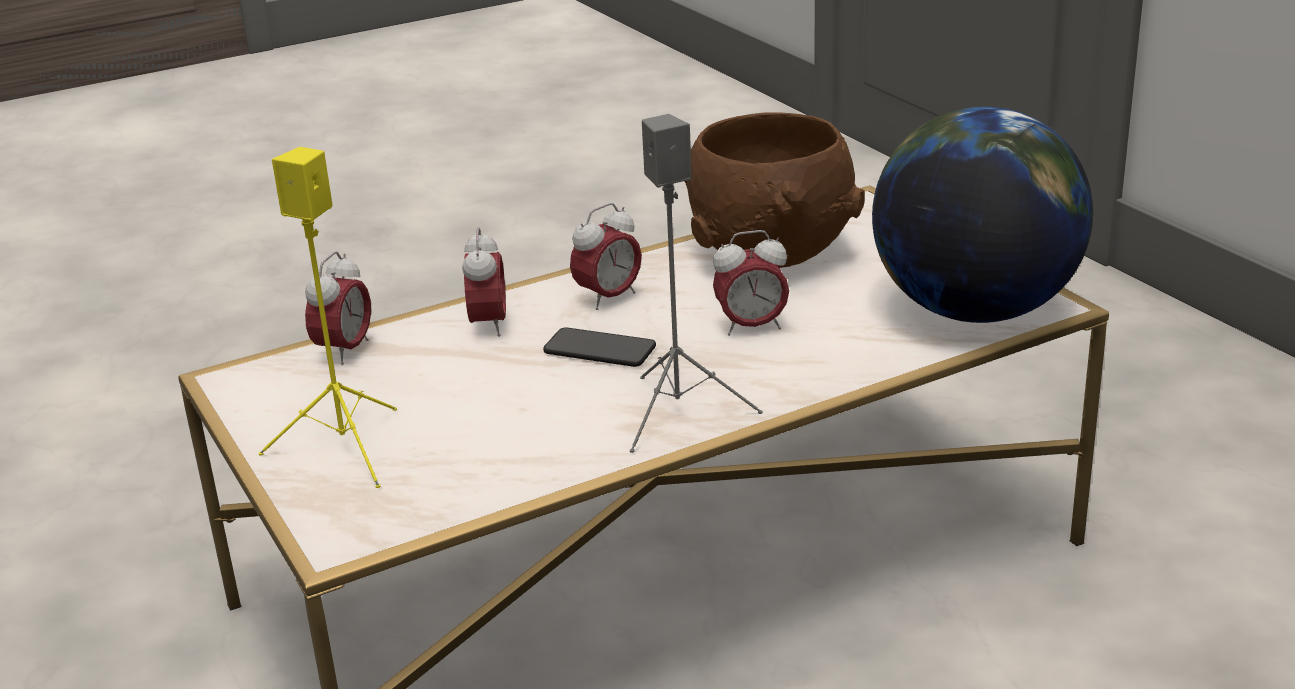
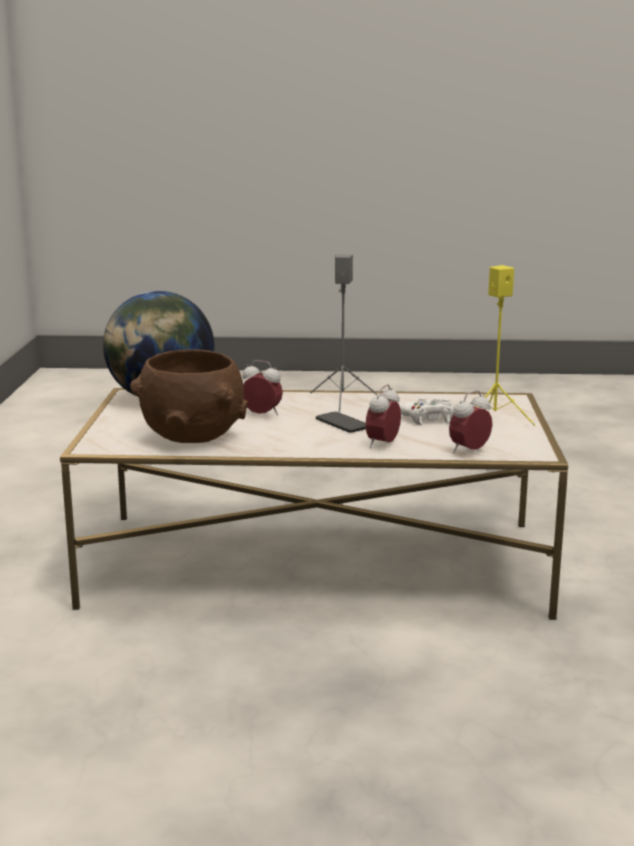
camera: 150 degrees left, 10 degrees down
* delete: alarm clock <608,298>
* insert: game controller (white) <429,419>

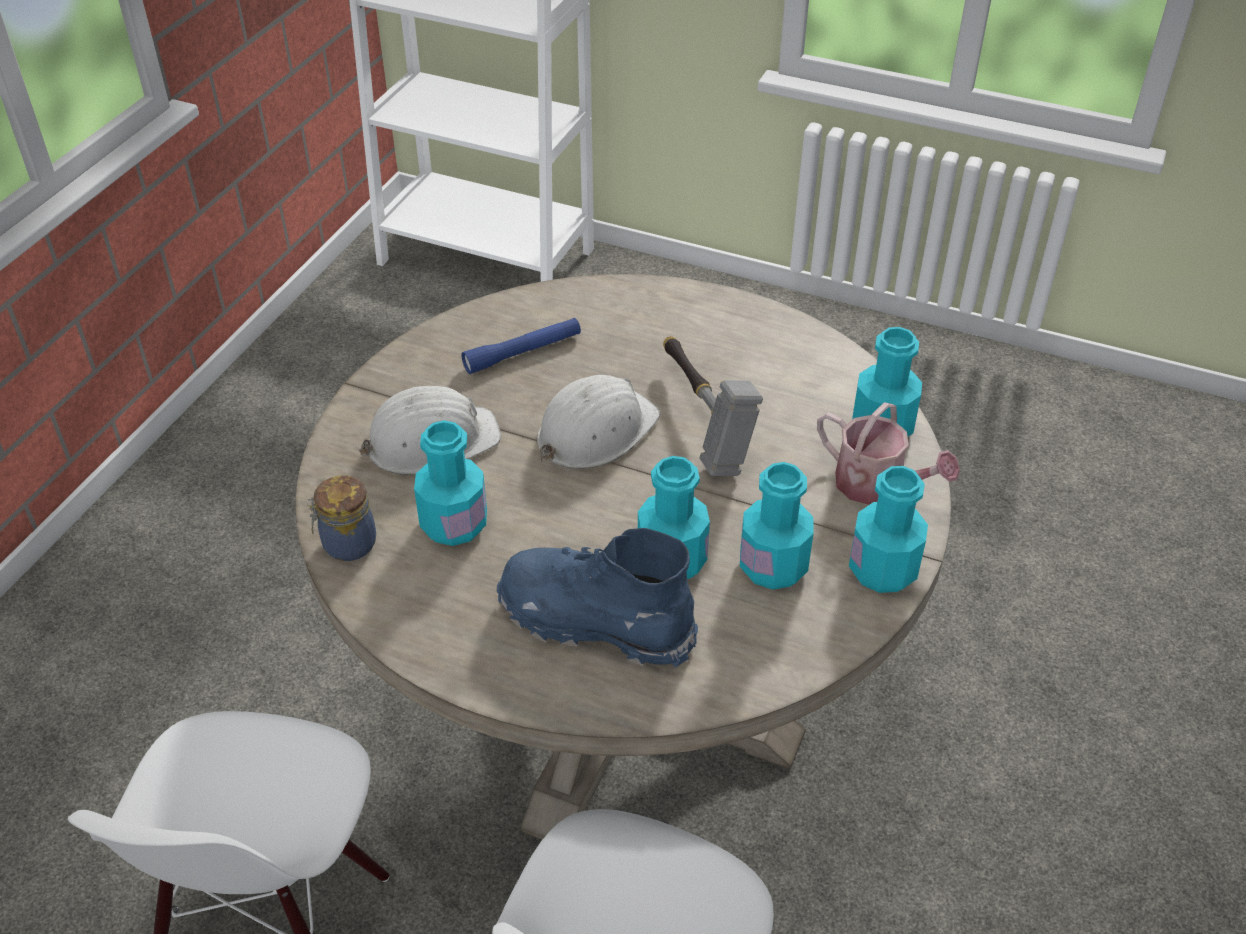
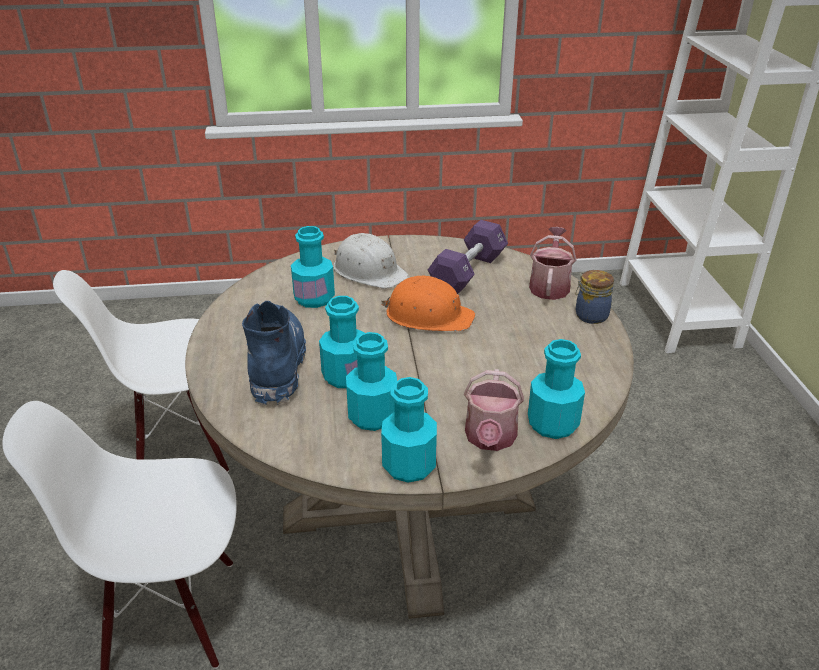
camera: 60 degrees right, 10 degrees down
* replace: flashlight (blue) <523,353> to dumbbell (purple) <468,272>
* delete: hammer <702,421>
* recolor: hard hat (white) <595,431> to hard hat (orange) <428,315>
* move: jar <347,544> to <590,315>
* insert: watering can <549,285>

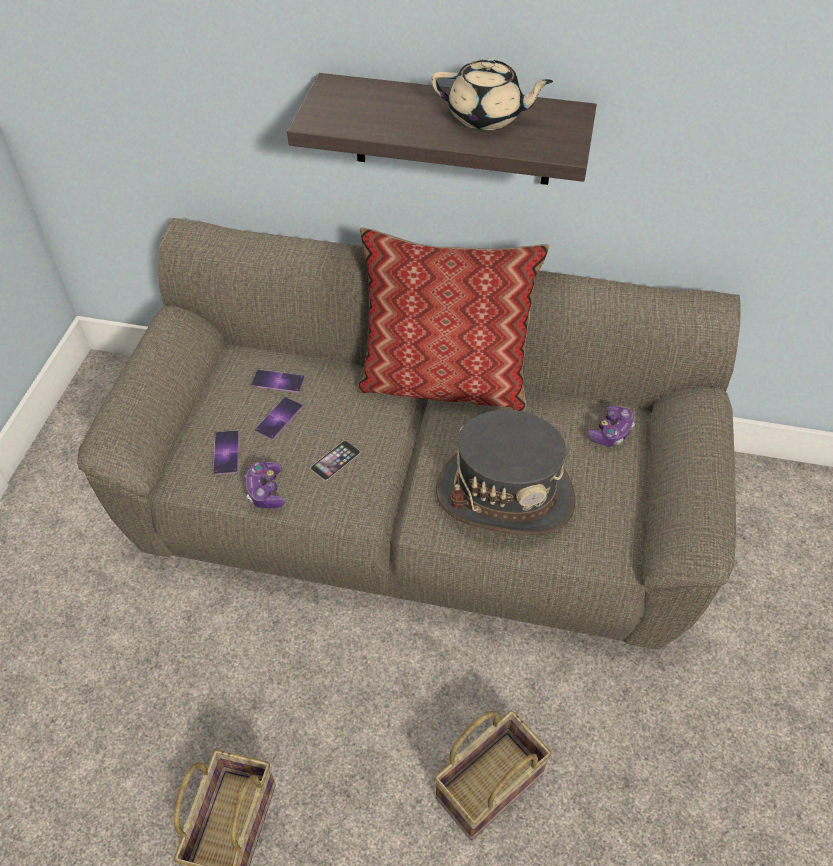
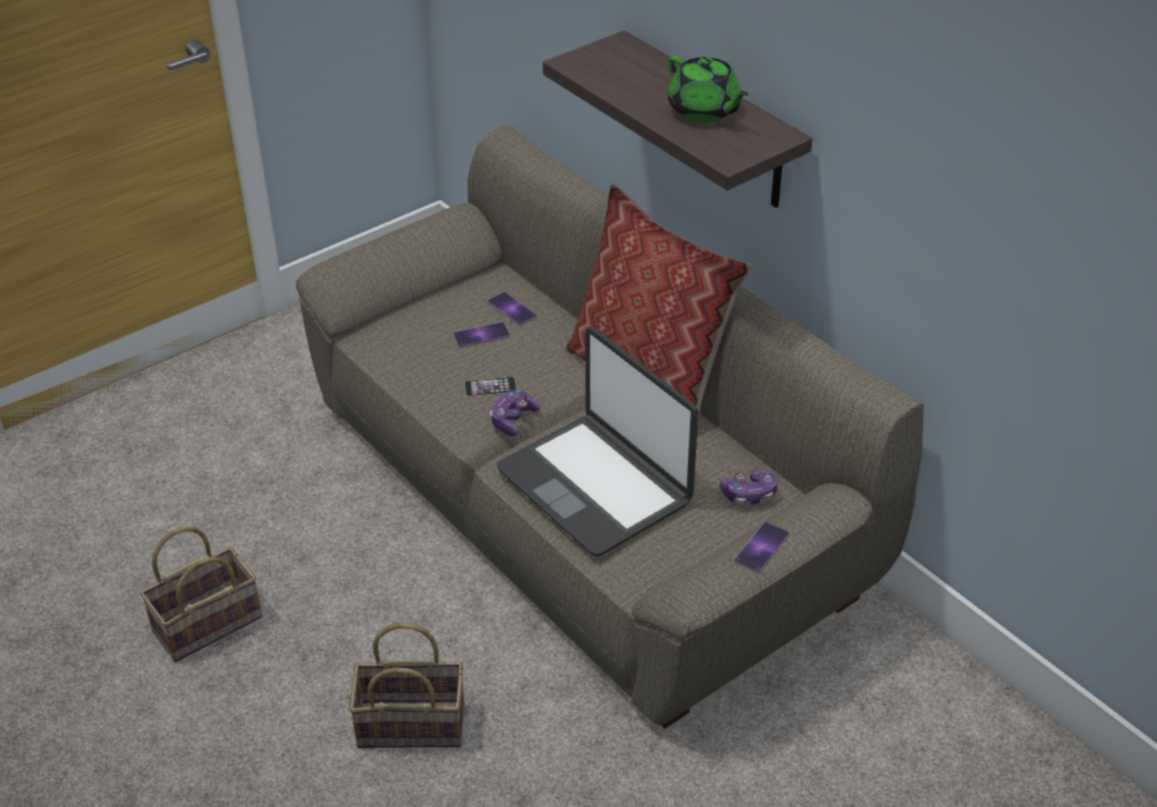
camera: 40 degrees right, 10 degrees down
* recolor: teapot (beige) <486,117> to teapot (green) <704,111>
* replace: hat (grey) <505,495> to laptop <595,485>
* move: phone <226,452> to <761,547>
* move: game controller <266,491> to <513,420>

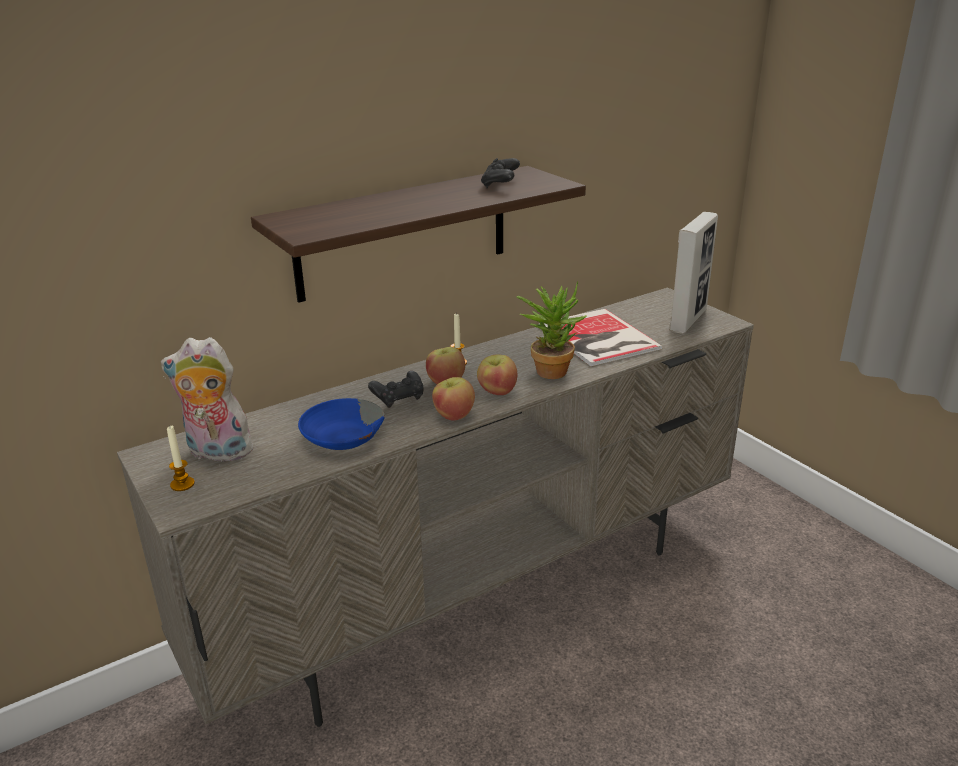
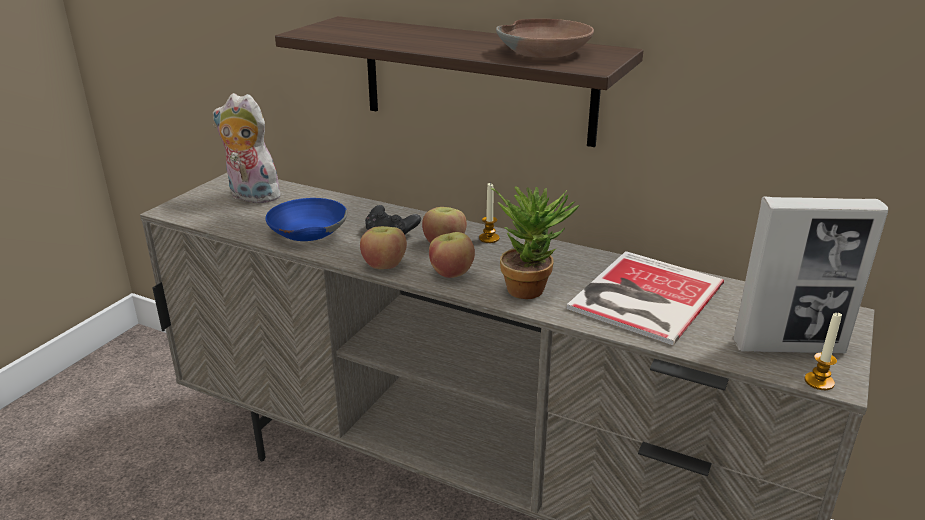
camera: 60 degrees right, 0 degrees up
* replace: game controller (black) <500,184> to bowl (brown) <545,51>
* rotate: plush toy <216,453> = <251,197> 45 degrees counterclockwise
* move: candle <182,484> to <819,382>

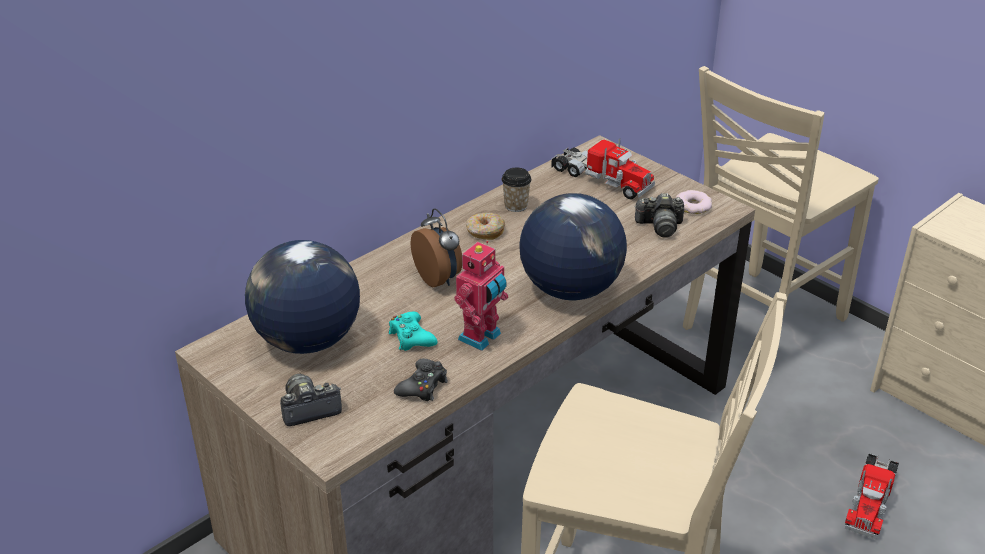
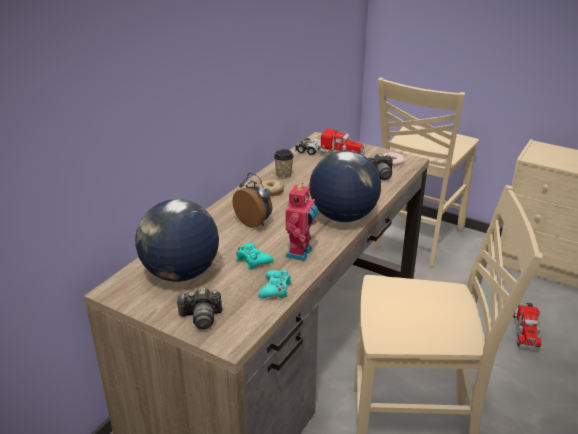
camera: 15 degrees left, 5 degrees down
* recolor: game controller (black) <423,386> to game controller (turquoise) <275,289>
* rotate: photo camera <309,409> = <201,317> 150 degrees counterclockwise

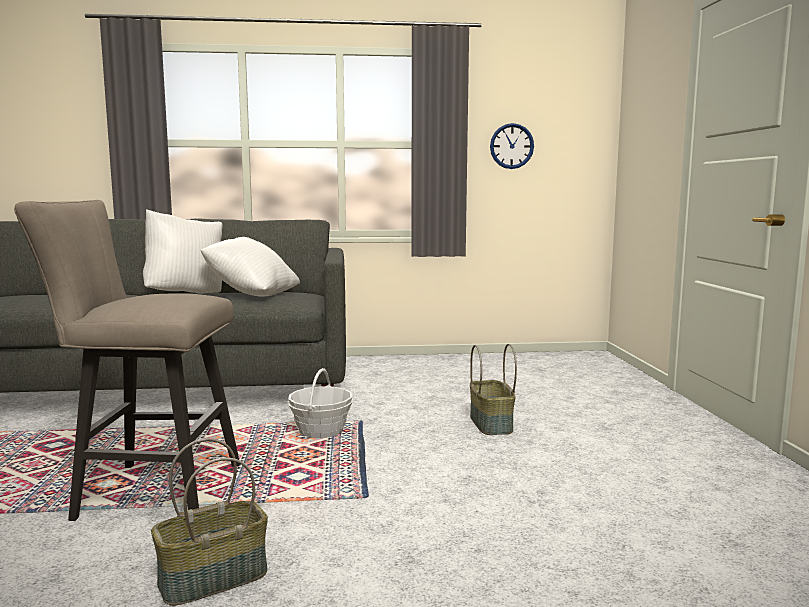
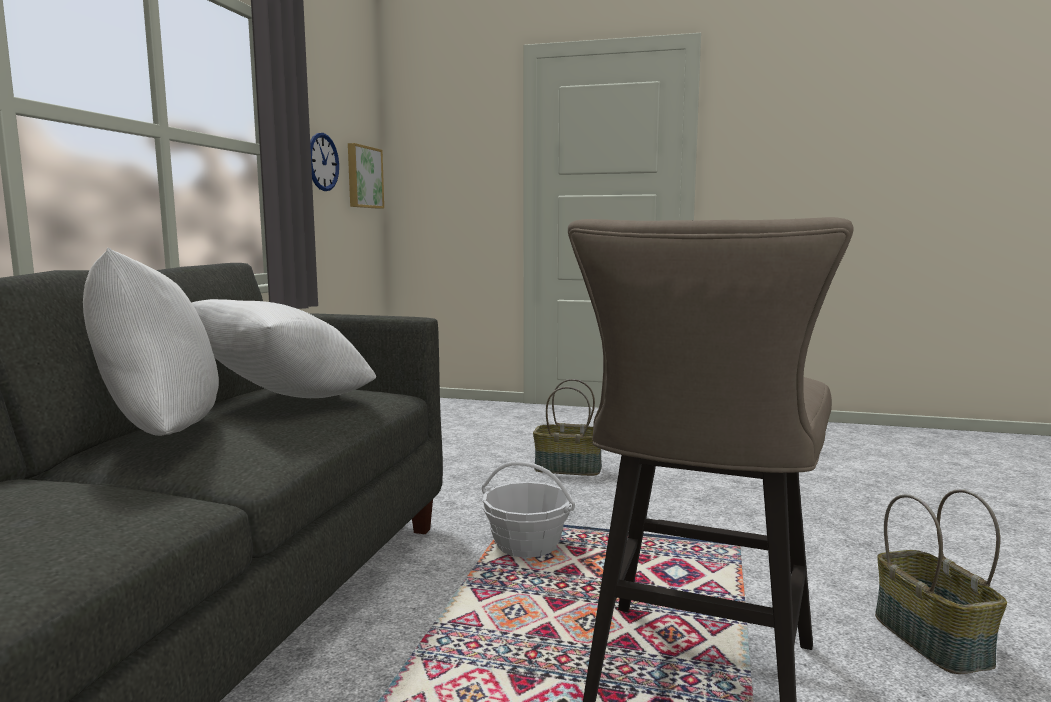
camera: 70 degrees left, 0 degrees up
* insert: picture <363,177>

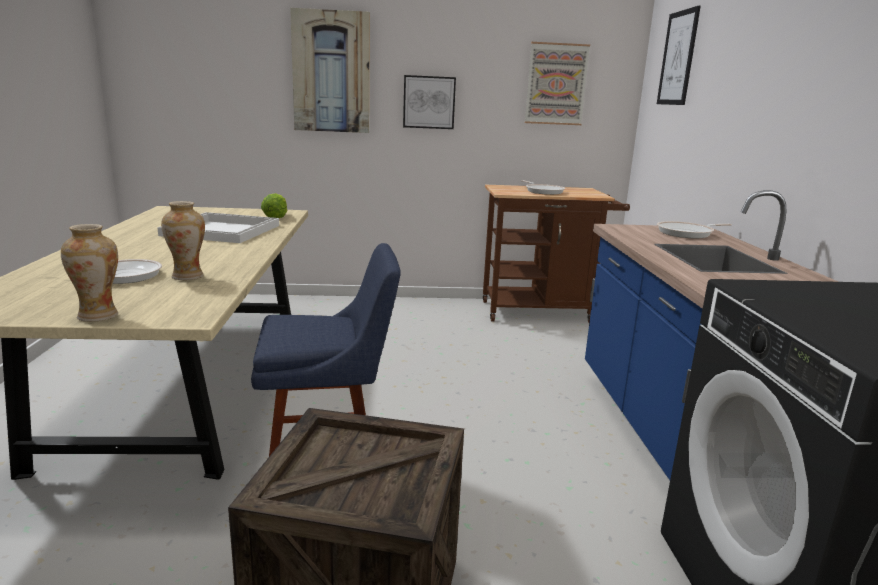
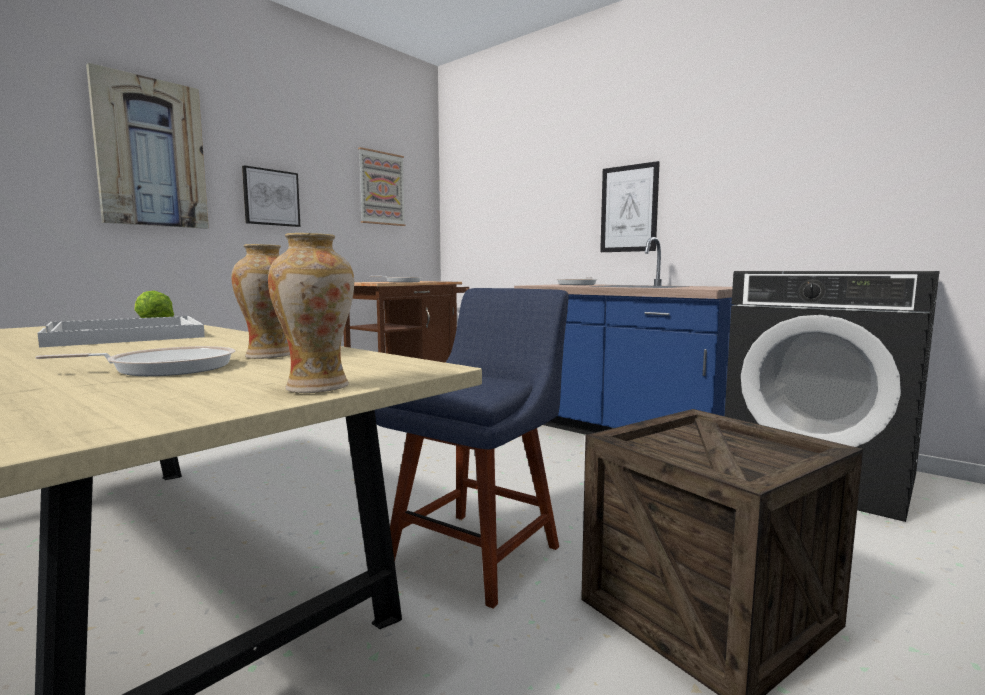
camera: 45 degrees left, 10 degrees down
* move: picture <678,58> to <629,209>

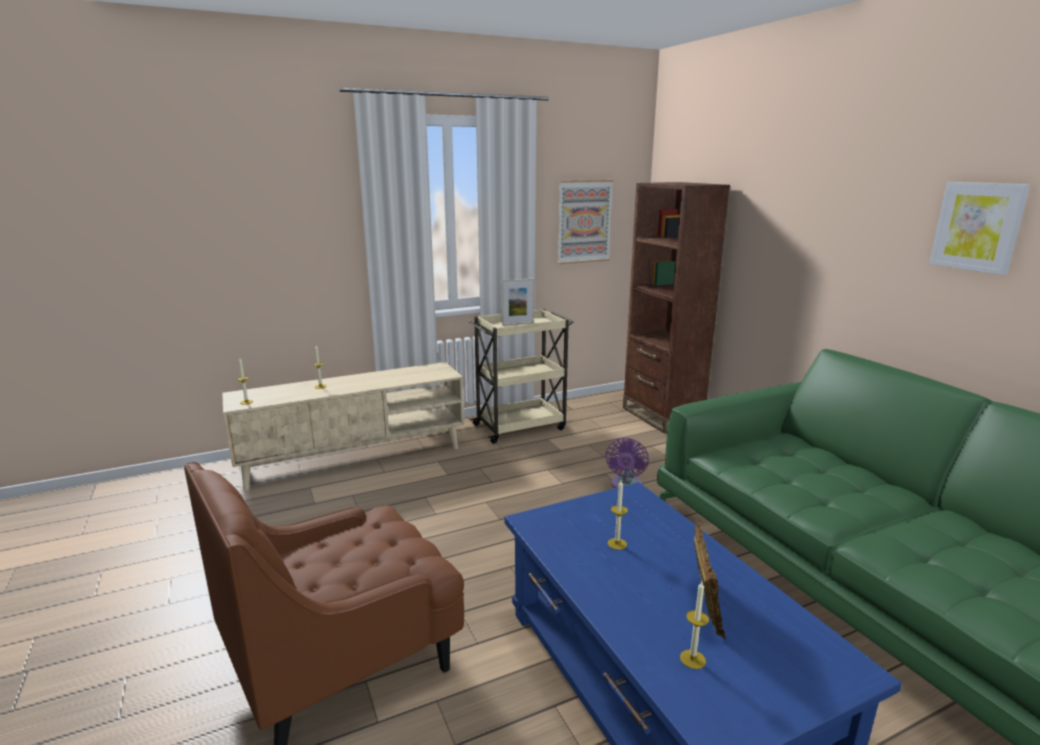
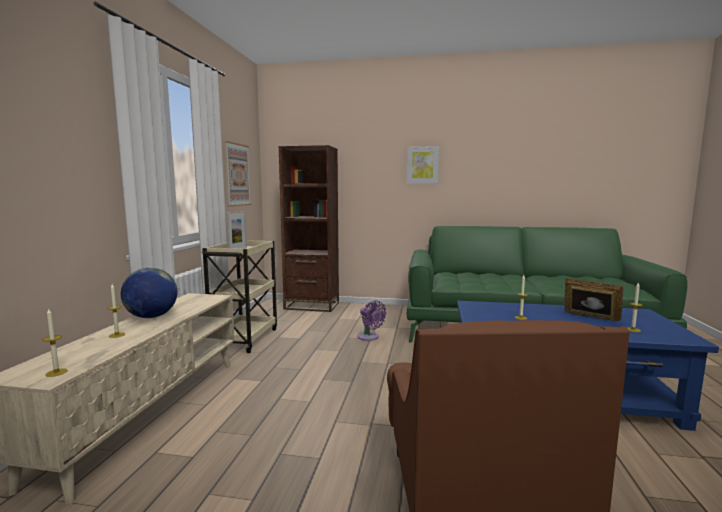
camera: 55 degrees left, 10 degrees down
* move: picture <978,226> to <422,165>
* insert: globe <151,317>

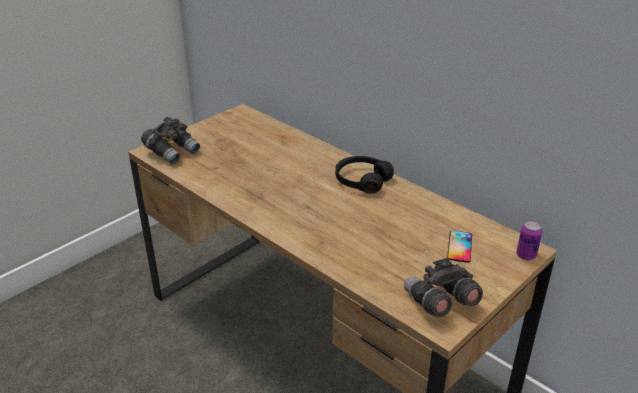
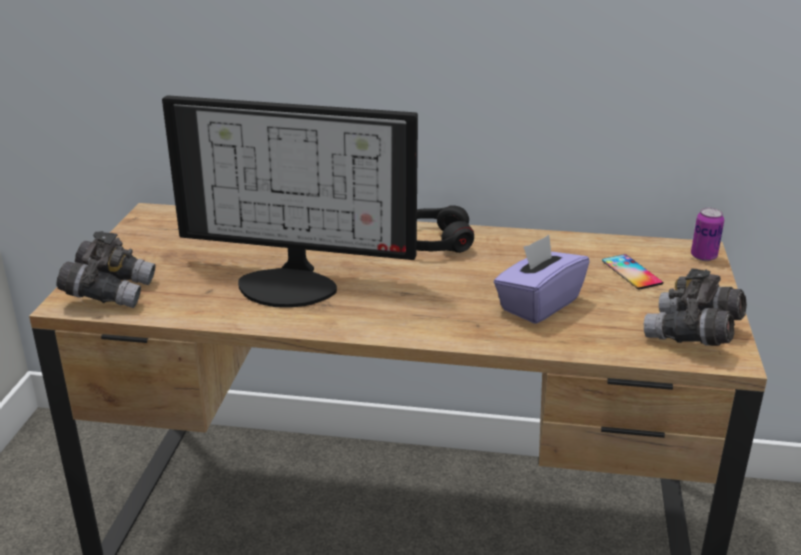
camera: 35 degrees left, 5 degrees down
* insert: monitor <291,282>
* insert: tissue box (purple) <538,304>

